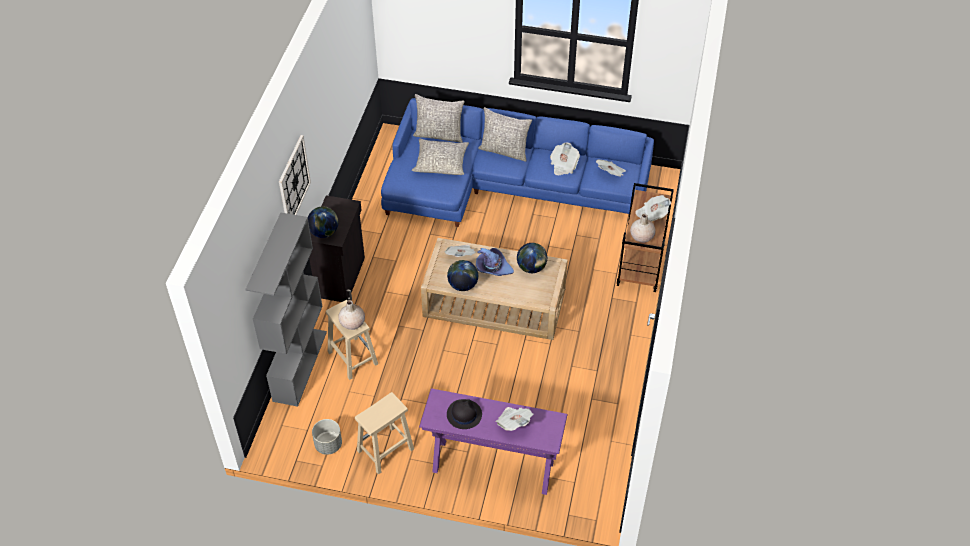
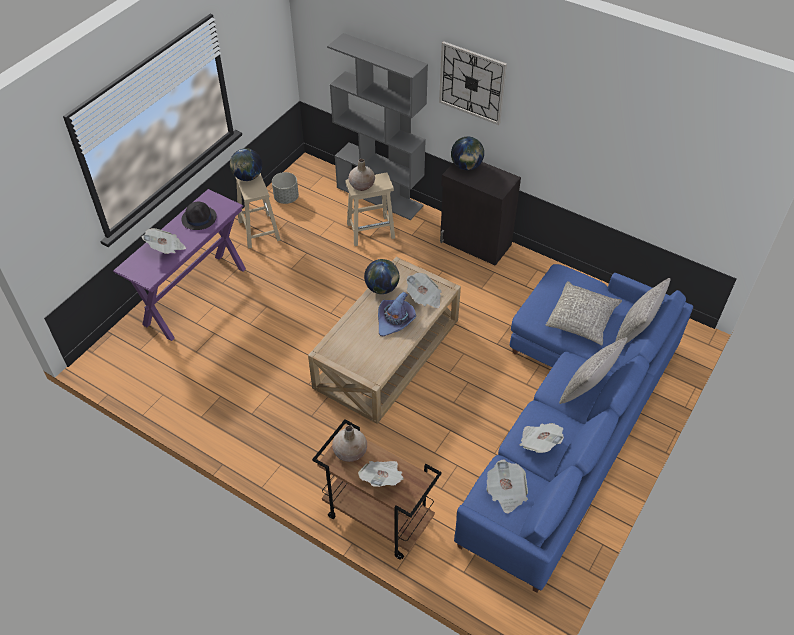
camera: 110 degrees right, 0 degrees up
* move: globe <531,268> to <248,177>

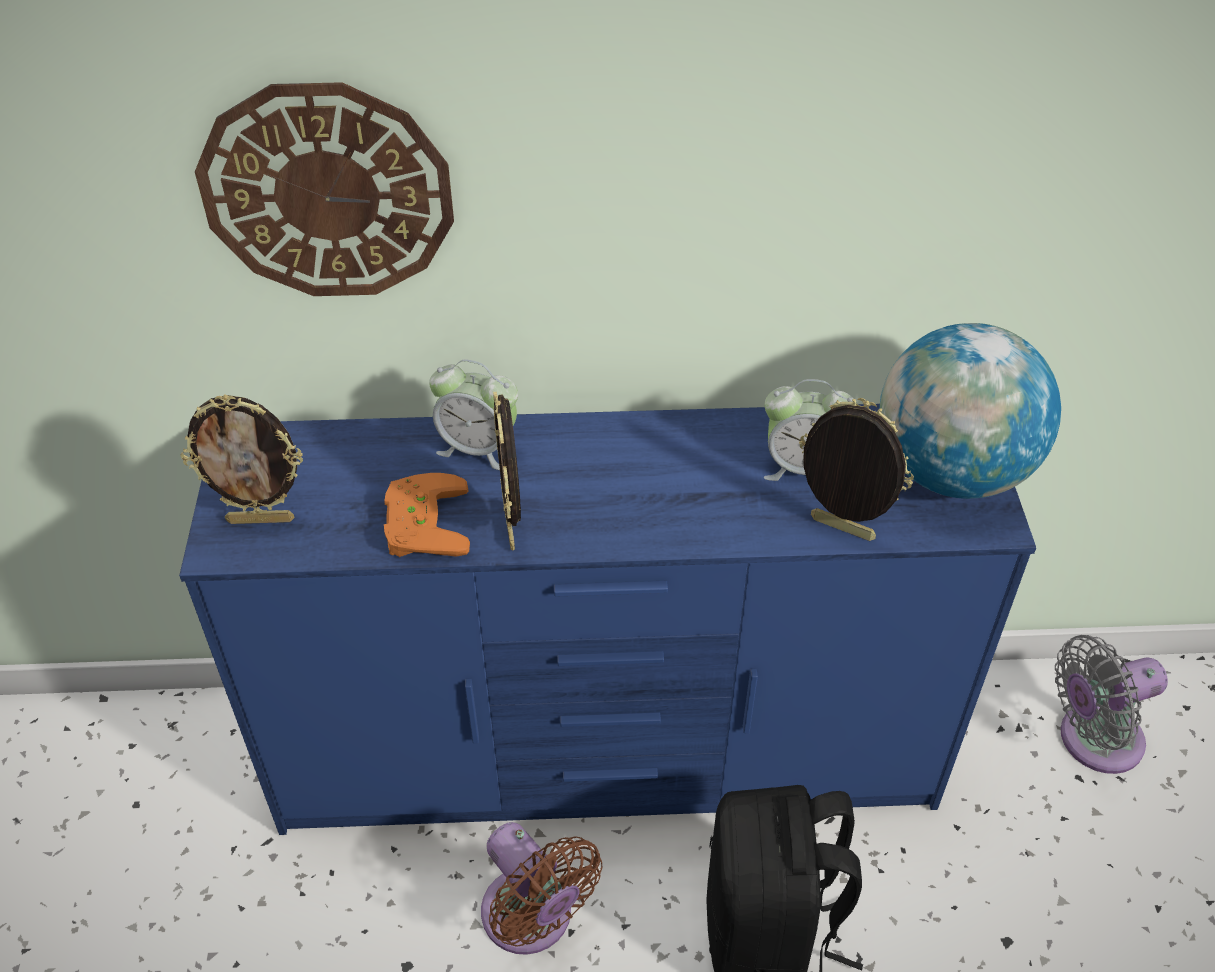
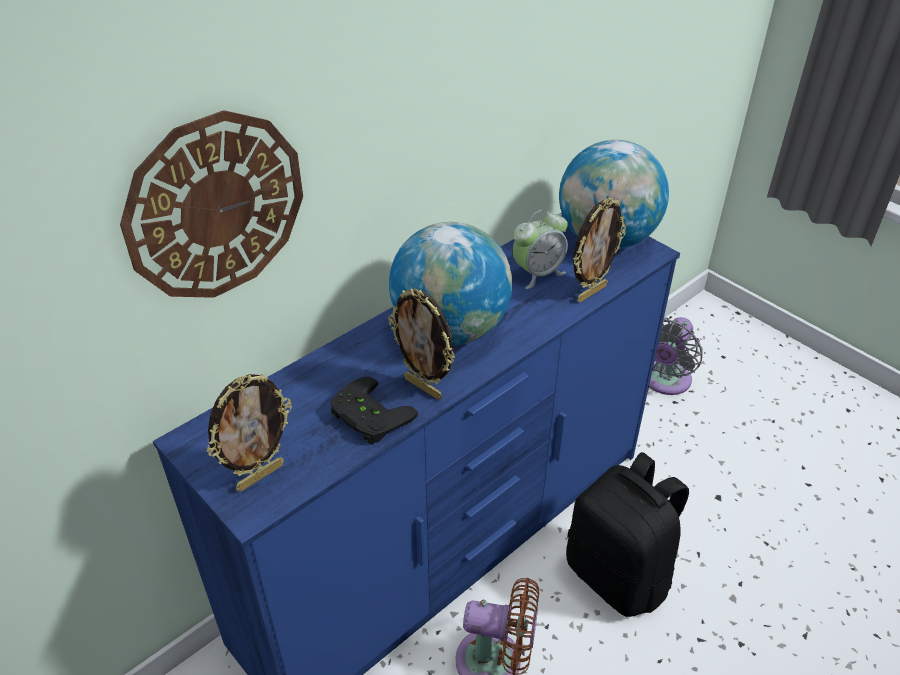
camera: 40 degrees left, 5 degrees down
* delete: alarm clock <478,448>
* rotate: picture frame <840,530> = <591,293> 150 degrees clockwise
* recolor: game controller (orange) <420,523> to game controller (black) <367,417>
* insert: globe <450,330>

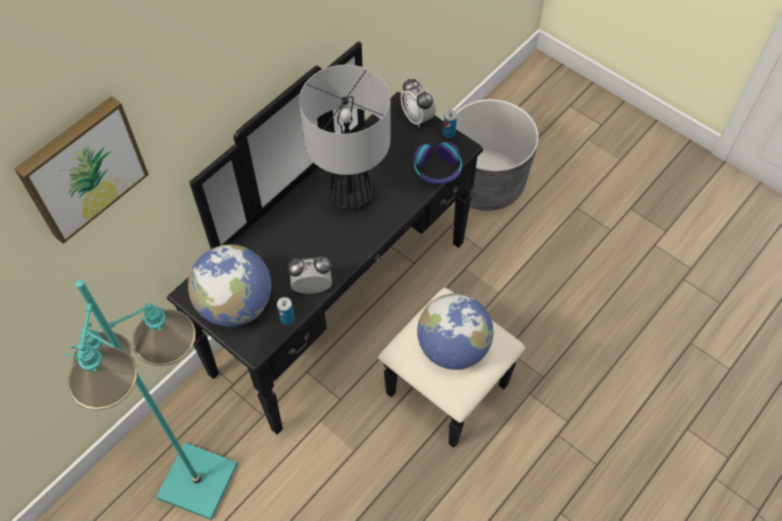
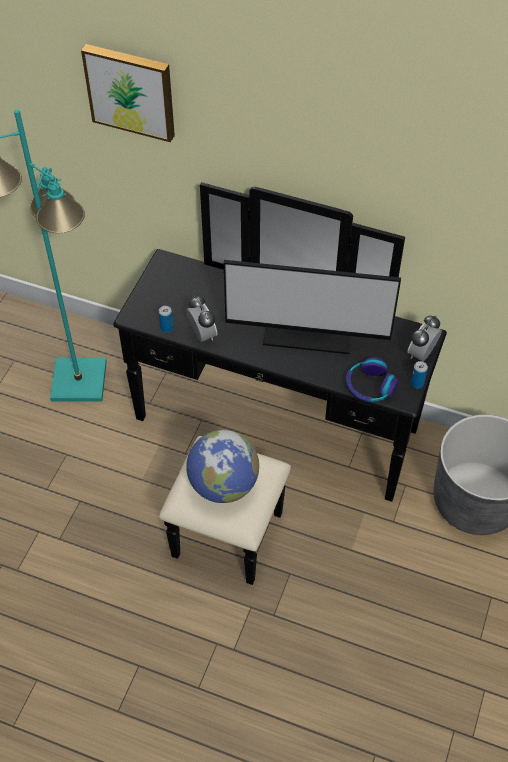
camera: 70 degrees right, 5 degrees down
* replace: table lamp <350,195> to monitor <308,331>
* delete: globe <236,305>

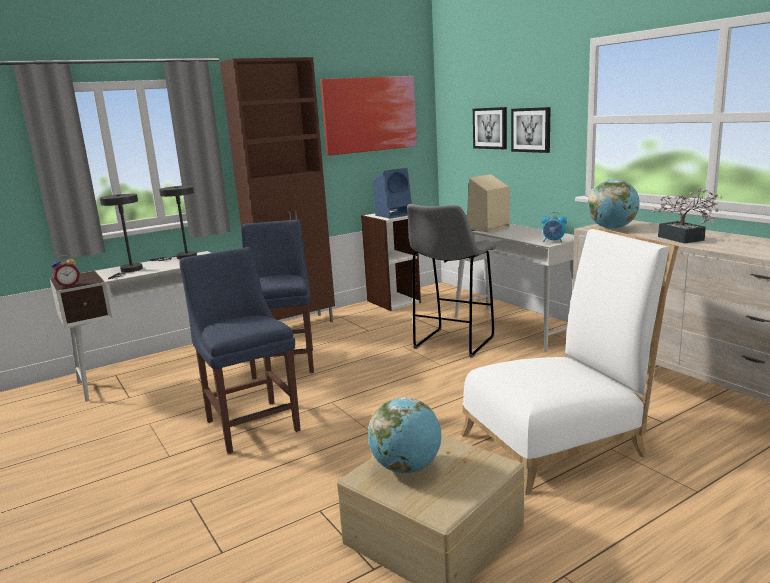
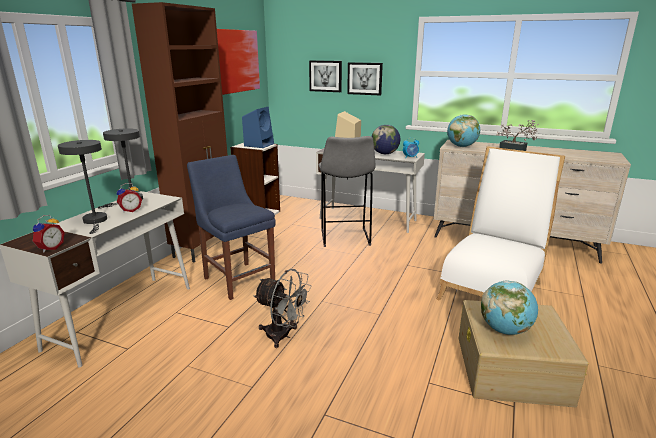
camera: 35 degrees left, 5 degrees up
* replace: chair (blue) <251,423> to fan (grey) <283,336>
* insert: globe <385,154>
* insert: alarm clock <130,210>

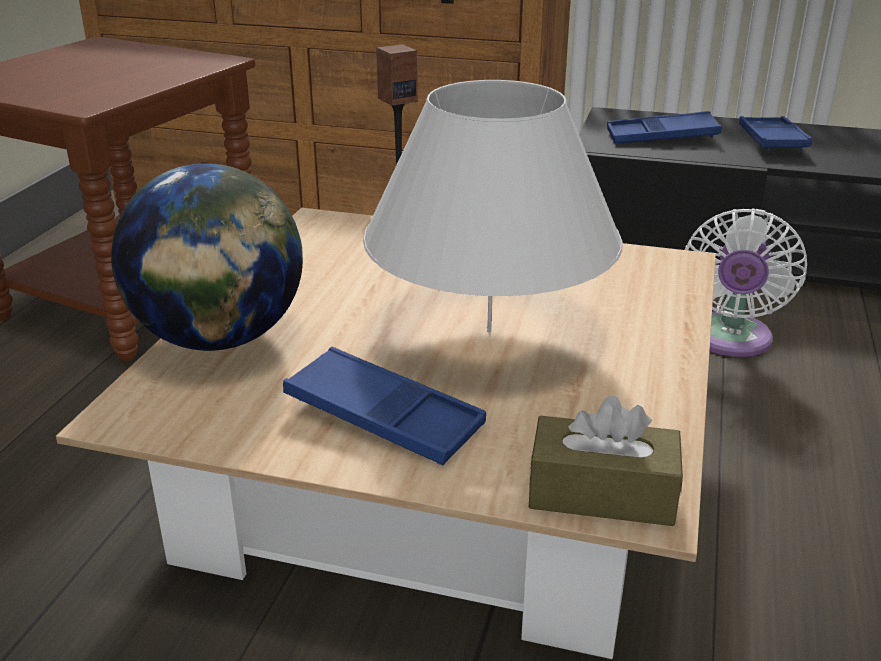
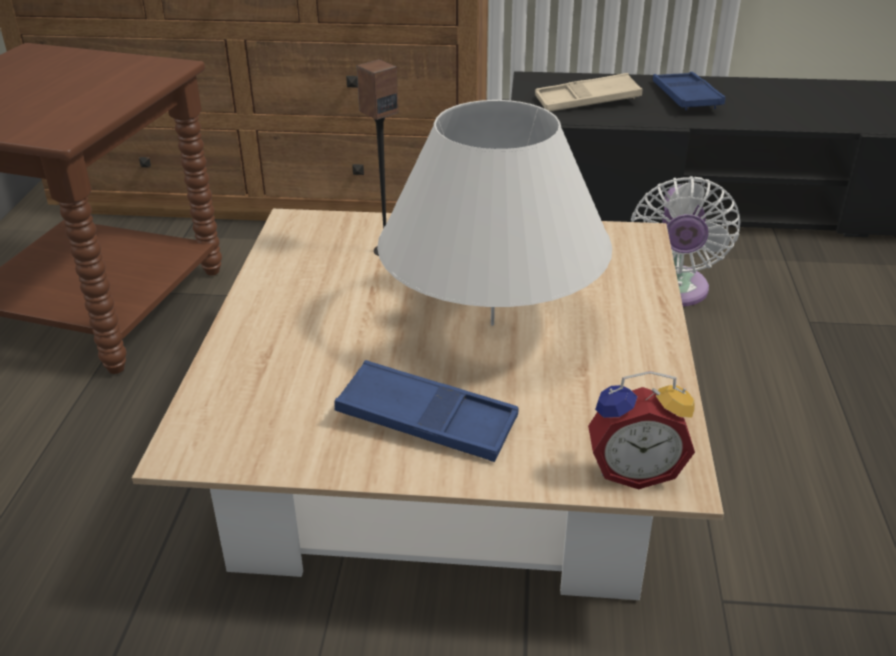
camera: 10 degrees left, 5 degrees up
* recolor: tray (blue) <661,137> to tray (beige) <587,101>
* delete: globe <219,340>
* replace: tissue box (brown) <602,493> to alarm clock <634,470>

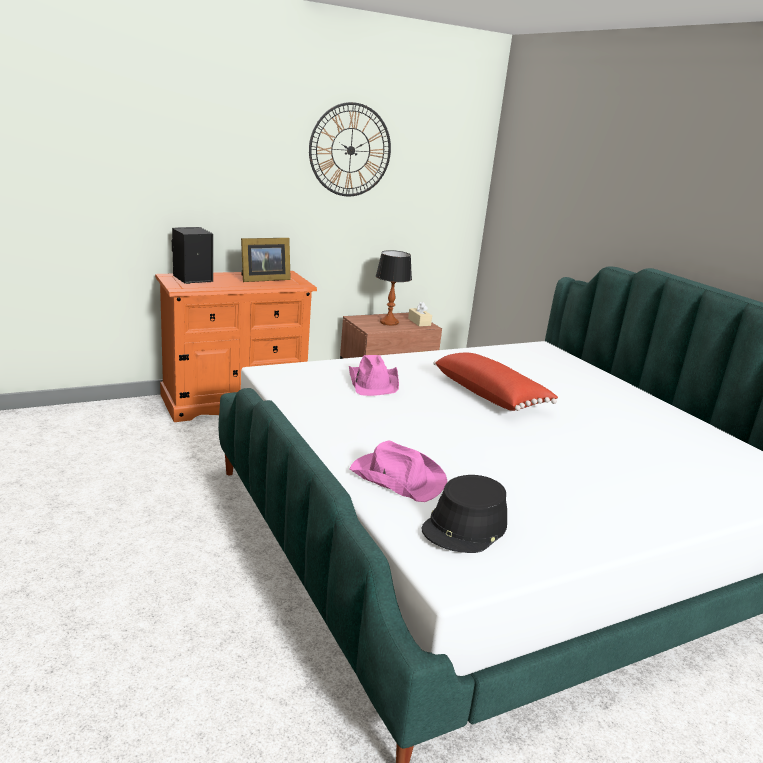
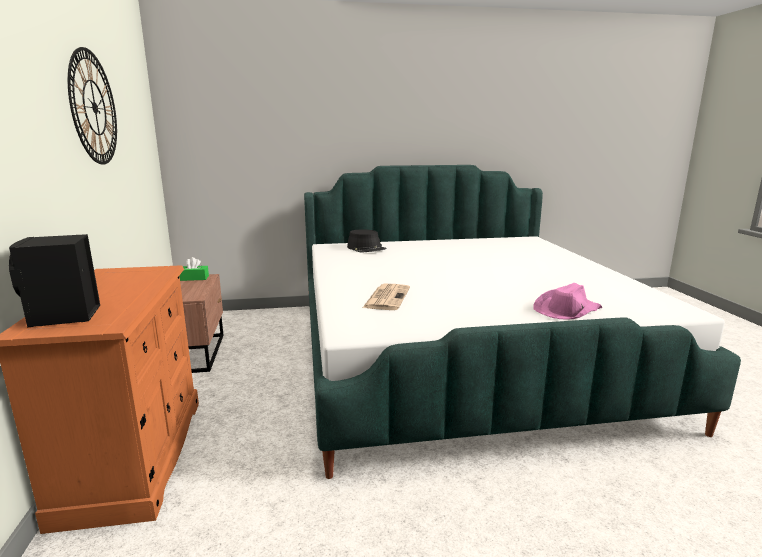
camera: 70 degrees left, 5 degrees down
* delete: picture frame <263,279>
* delete: table lamp <389,322>
* recolor: tissue box (beige) <419,322> to tissue box (green) <194,278>
* delete: pillow (red) <490,395>
* replace: hat (pink) <374,382> to newspaper <387,297>
* move: hat (black) <465,527> to <366,248>

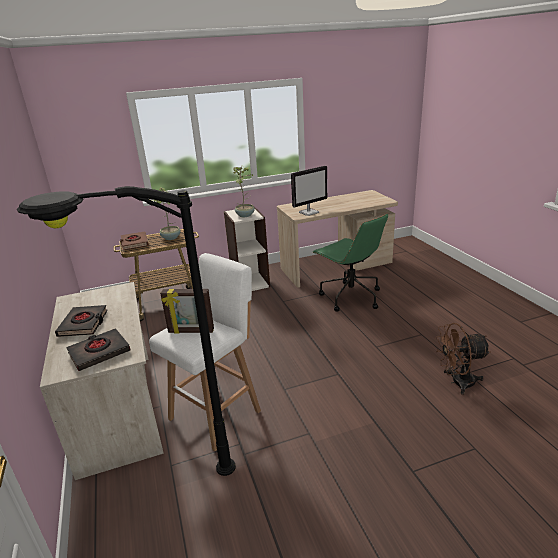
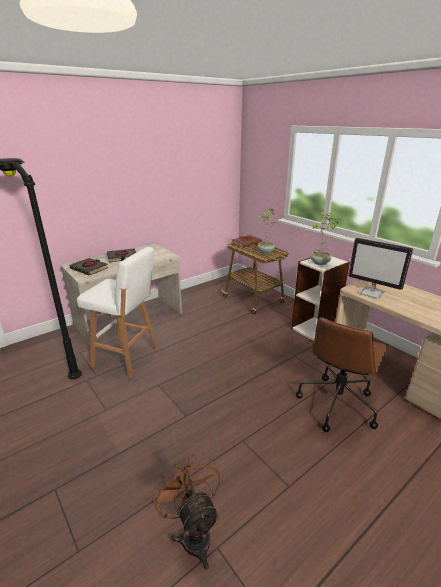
camera: 70 degrees right, 0 degrees up
* recolor: office chair (green) <350,297> to office chair (brown) <337,403>
* delete: picture frame <191,331>

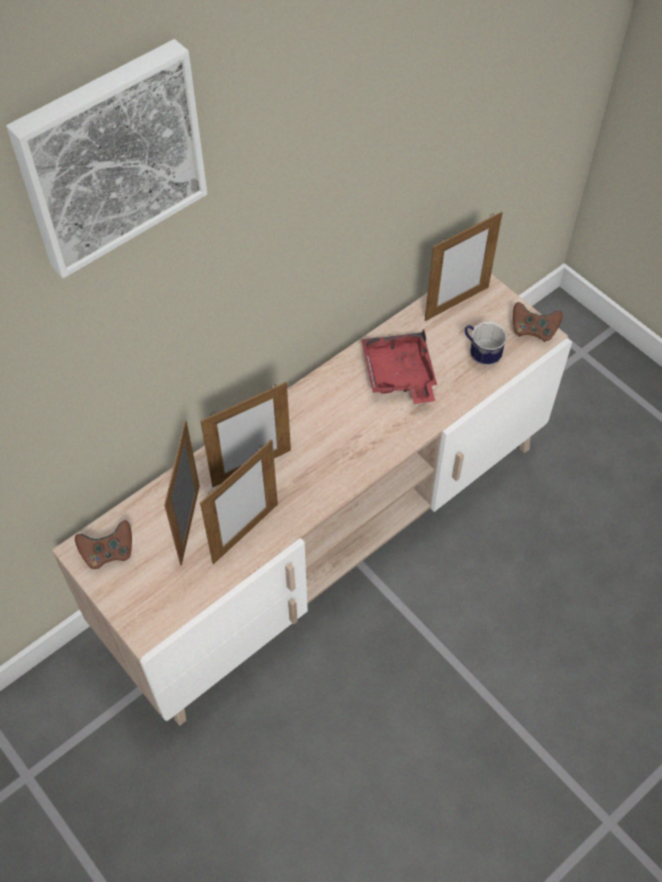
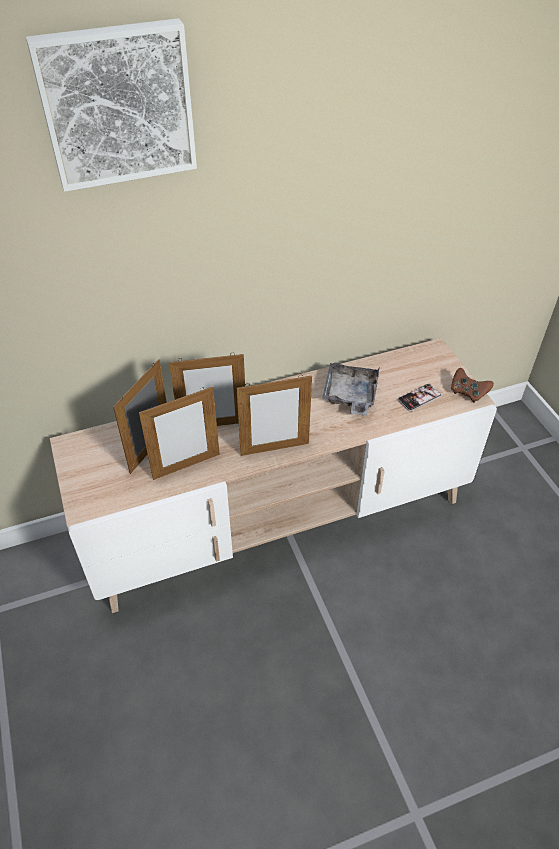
camera: 20 degrees right, 10 degrees down
* move: picture frame <456,303> to <274,449>
* replace: mug <480,354> to phone <419,398>
* recolor: tray (red) <399,375> to tray (grey) <350,395>
* delete: game controller (brown) <108,552>

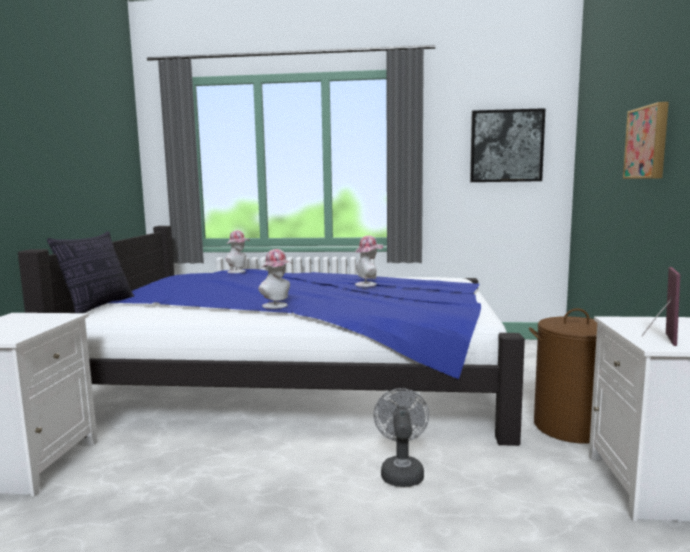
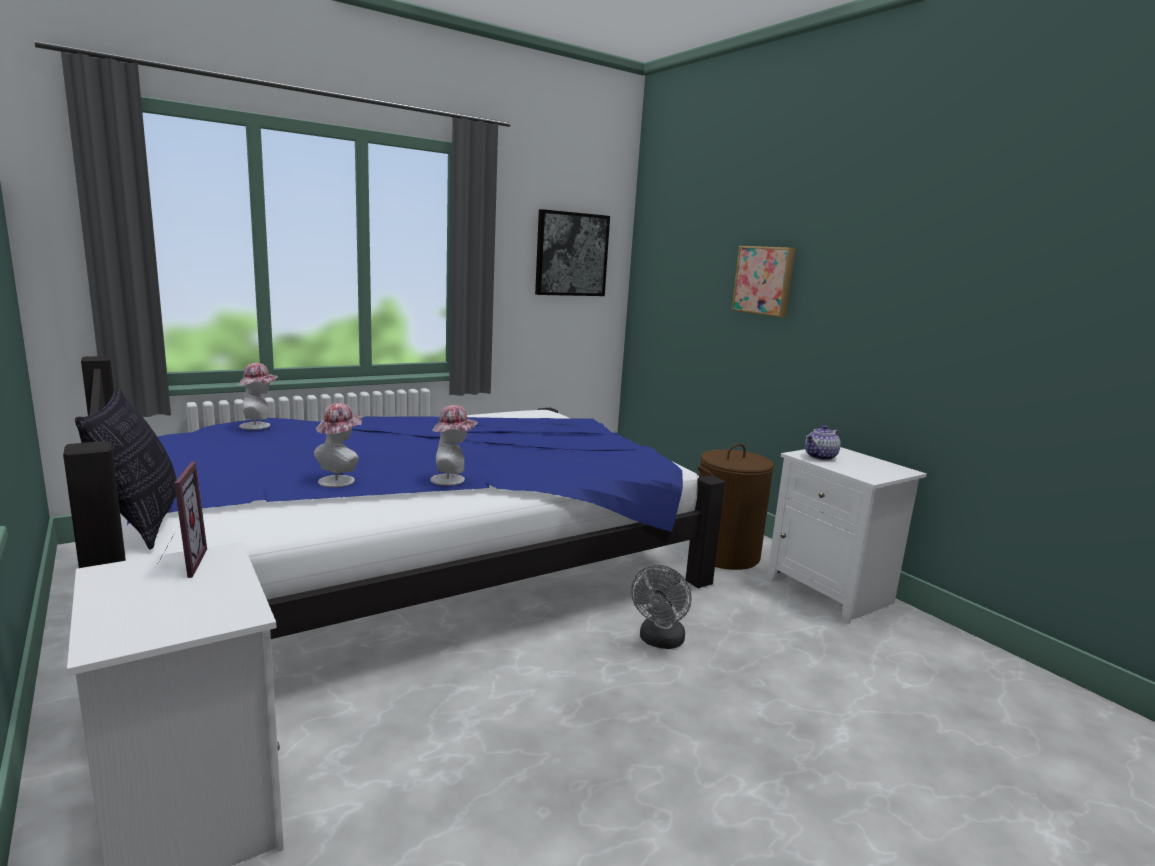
camera: 40 degrees left, 5 degrees up
* move: hat <368,284> to <340,480>
* move: picture frame <657,338> to <179,564>
* rotate: fan (grey) <401,472> = <659,641> 120 degrees counterclockwise
* insert: teapot <821,457>

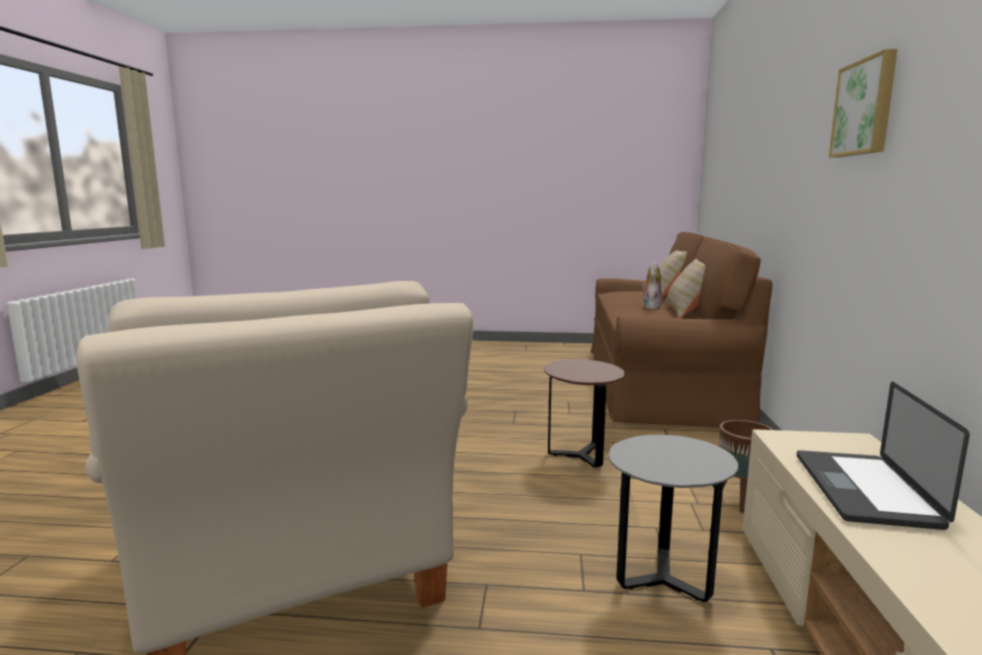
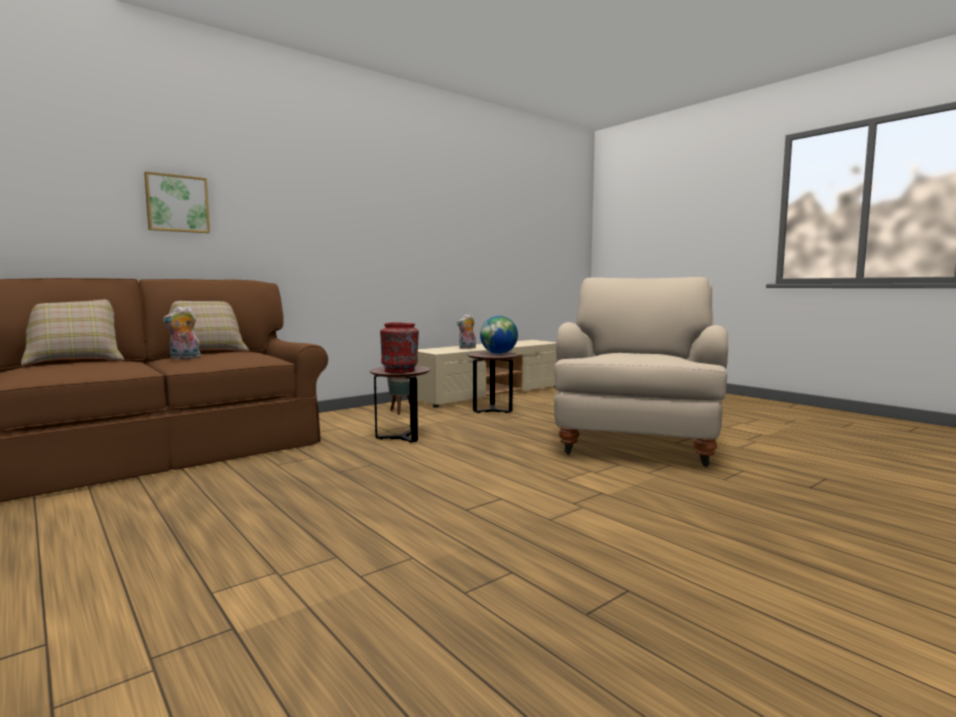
camera: 135 degrees left, 5 degrees down
* move: picture <866,108> to <177,204>
* replace: laptop <864,490> to plush toy <467,348>
* recolor: side table (grey) <663,580> to side table (brown) <492,410>
* insert: globe <499,353>
* insert: vase (red) <400,371>

